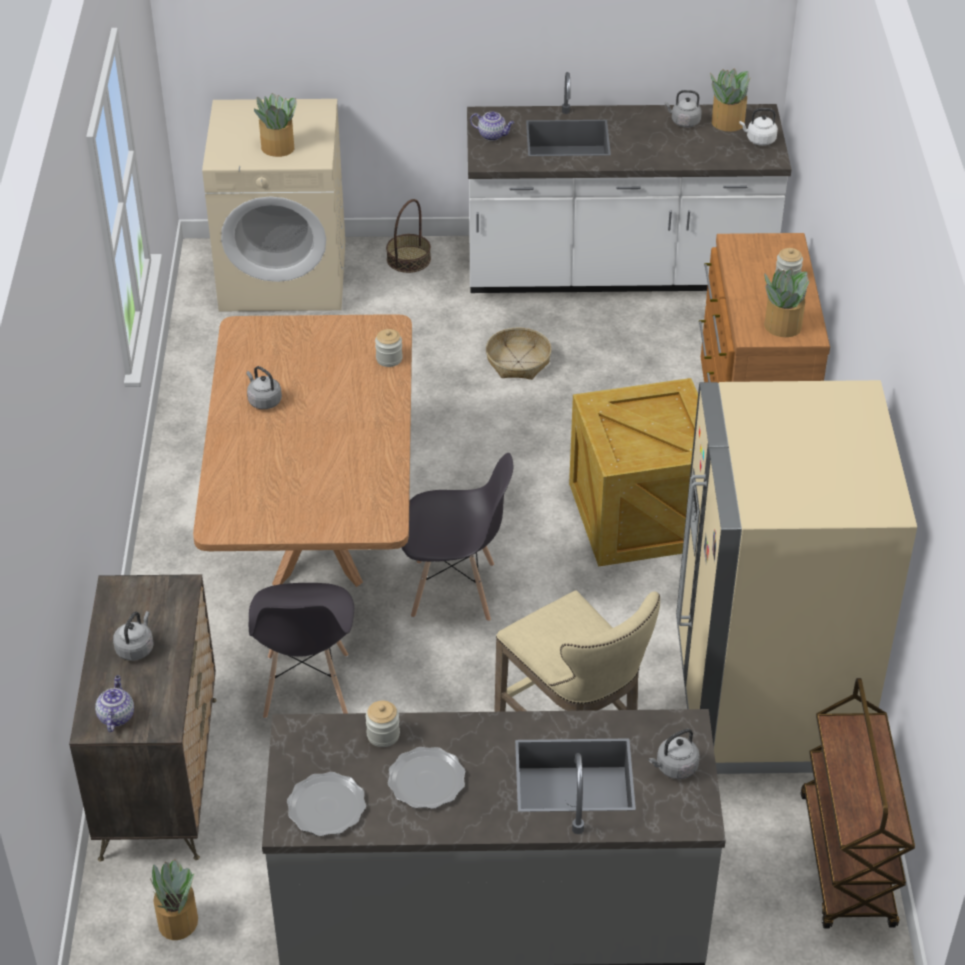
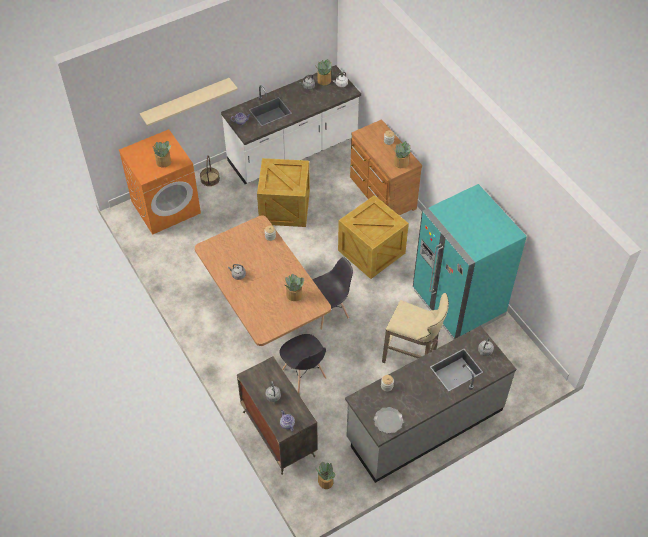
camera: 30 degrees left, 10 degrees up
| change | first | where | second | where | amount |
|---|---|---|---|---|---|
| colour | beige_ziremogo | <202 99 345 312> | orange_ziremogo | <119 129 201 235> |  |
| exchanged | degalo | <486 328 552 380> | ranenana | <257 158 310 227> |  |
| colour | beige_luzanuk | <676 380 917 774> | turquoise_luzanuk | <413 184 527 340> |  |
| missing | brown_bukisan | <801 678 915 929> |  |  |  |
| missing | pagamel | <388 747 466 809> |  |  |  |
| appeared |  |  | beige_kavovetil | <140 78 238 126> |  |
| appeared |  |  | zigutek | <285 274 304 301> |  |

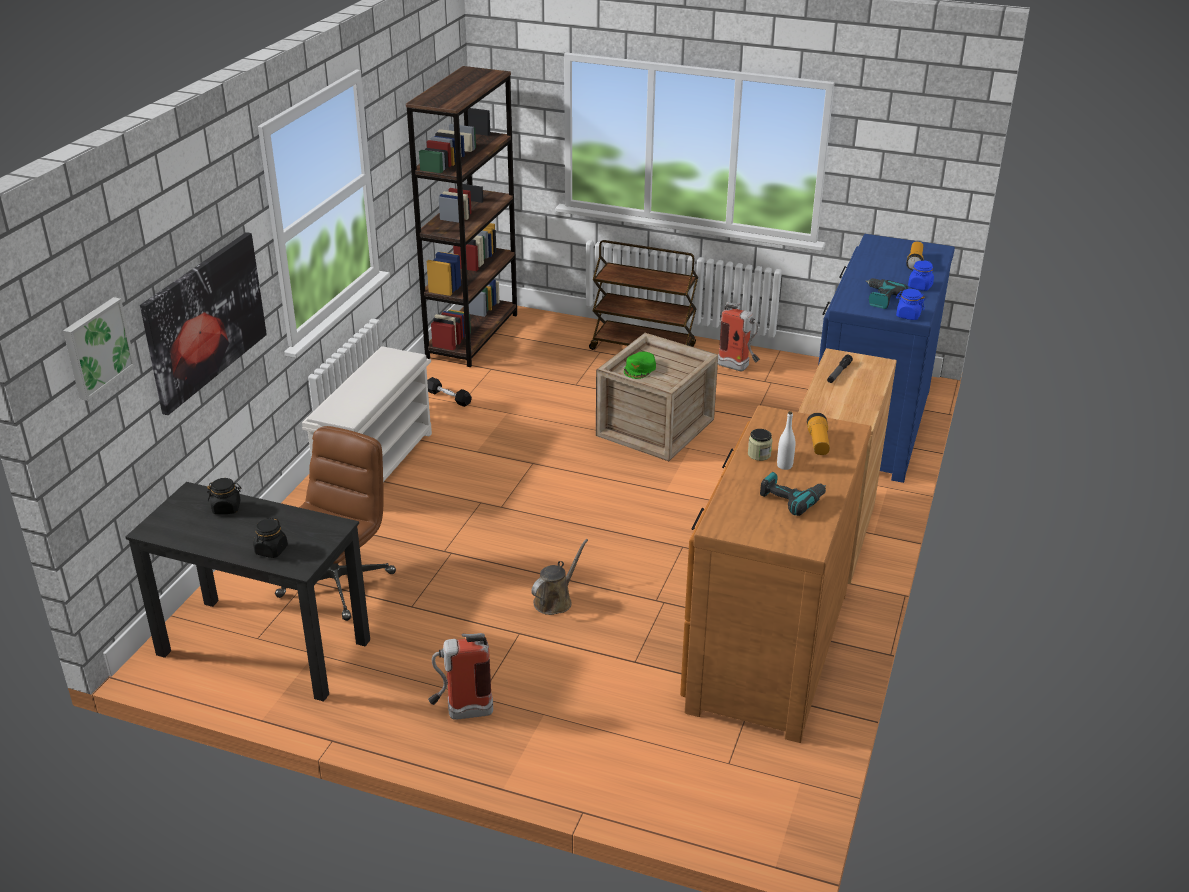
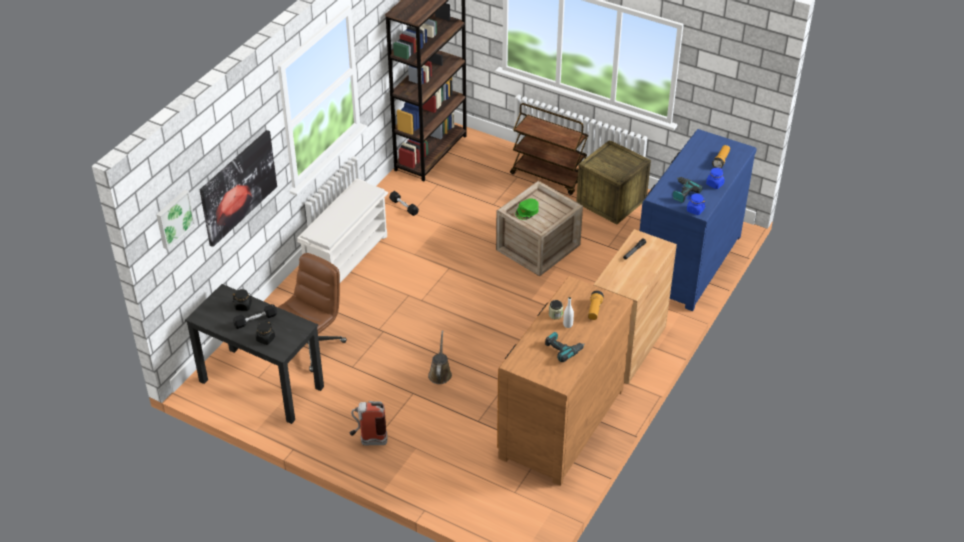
camera: 10 degrees right, 10 degrees up
| change | first | where | second | where | amount |
|---|---|---|---|---|---|
| exchanged | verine | <718 302 760 371> | ranenana | <576 141 651 224> |  |
| spun | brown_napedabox | <531 539 588 615> |  | <428 330 452 384> | 45 degrees counterclockwise |
| appeared |  |  | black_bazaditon | <233 304 277 329> |  |

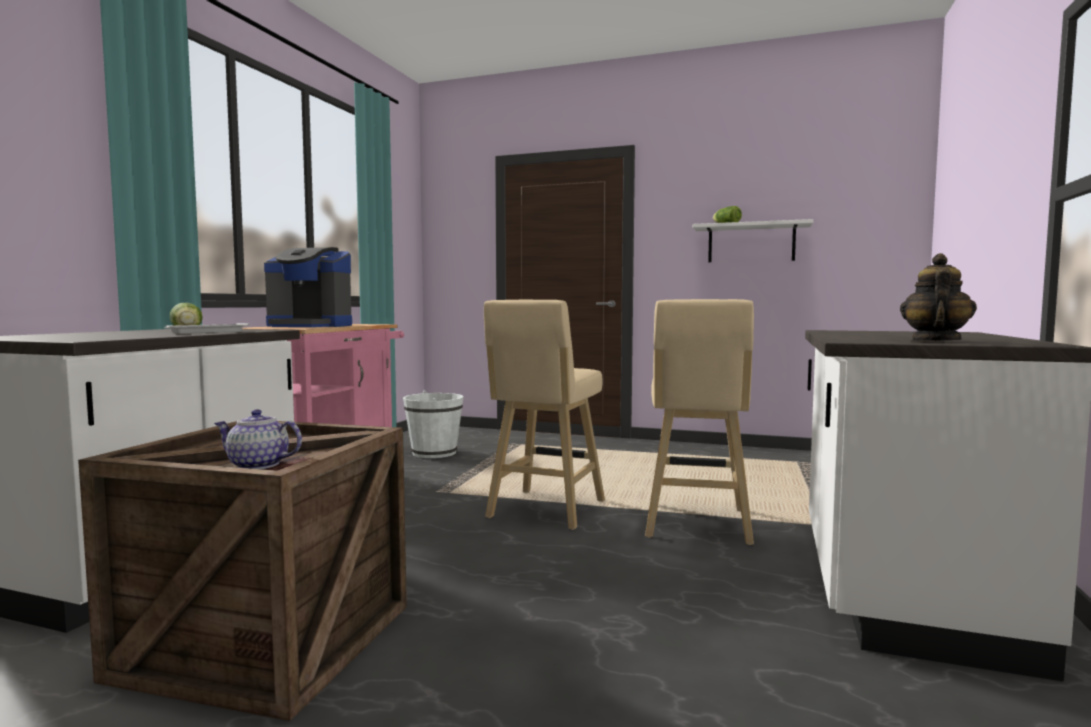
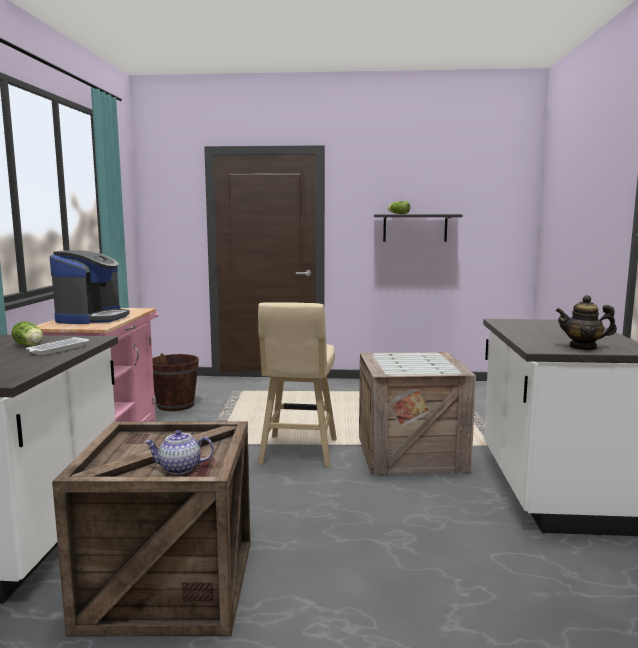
camera: 15 degrees left, 5 degrees up
| change | first | where | second | where | amount |
|---|---|---|---|---|---|
| colour | white_kavovetil | <692 219 813 262> | black_kavovetil | <374 214 463 242> |  |
| spun | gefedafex | <264 247 352 327> |  | <50 250 130 324> | 75 degrees counterclockwise |
| spun | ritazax | <900 253 977 341> |  | <556 295 617 350> | 90 degrees counterclockwise |
| exchanged | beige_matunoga | <645 299 754 545> | ranenana | <359 352 476 475> |  |
| colour | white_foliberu | <403 391 463 458> | brown_foliberu | <152 353 199 411> |  |

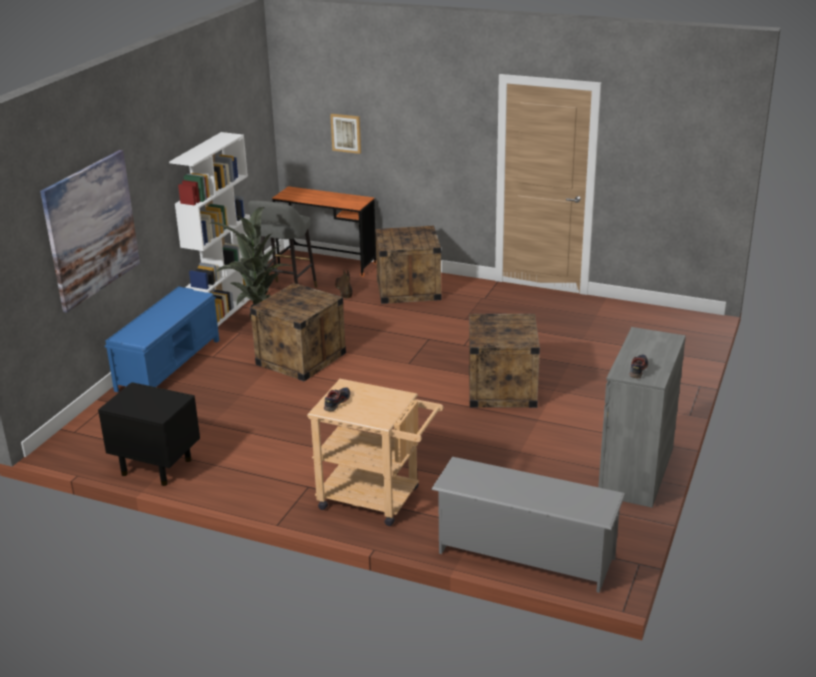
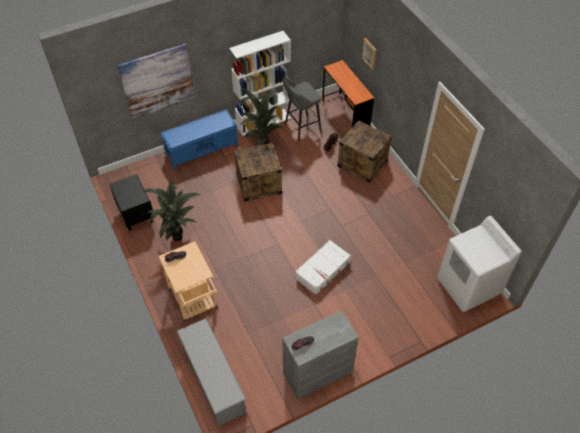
camera: 40 degrees right, 25 degrees up
| change | first | where | second | where | amount |
|---|---|---|---|---|---|
| exchanged | ranenana | <469 314 540 408> | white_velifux | <295 240 351 295> |  |
| appeared |  |  | zigutek | <144 179 201 241> |  |
| appeared |  |  | white_ziremogo | <437 216 522 312> |  |

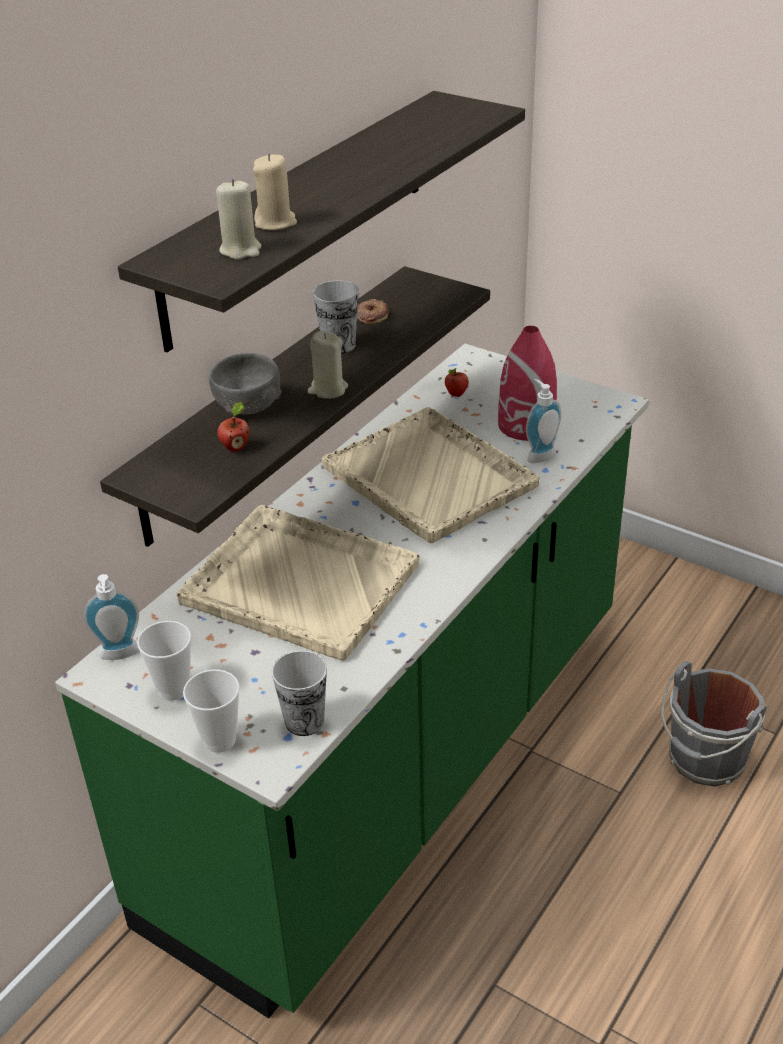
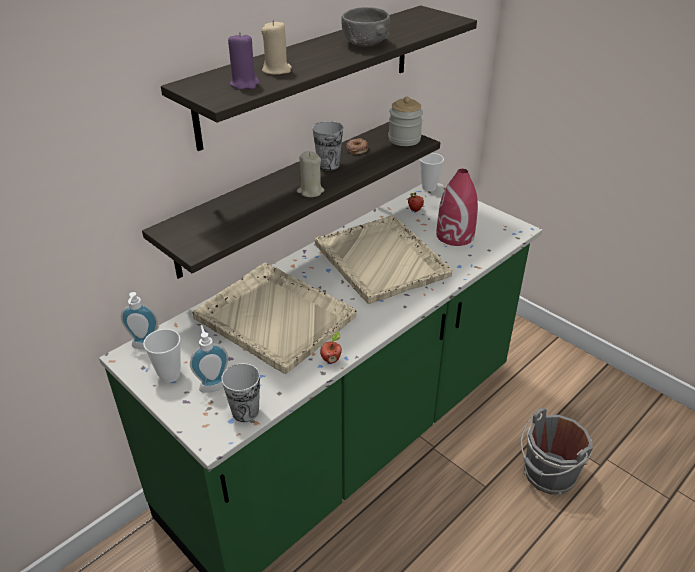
camera: 10 degrees right, 0 degrees up
| change | first | where | second | where | amount |
|---|---|---|---|---|---|
| colour | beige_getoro | <216 179 261 260> | purple_getoro | <228 32 259 90> |  |
| relocated | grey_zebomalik | <209 353 282 415> |  | <341 7 390 47> |  |
| relocated | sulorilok | <526 379 561 463> |  | <190 325 228 393> |  |
| relocated | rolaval | <217 402 249 452> |  | <320 332 342 364> |  |
| relocated | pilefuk | <183 669 240 753> |  | <419 153 444 191> |  |
| appeared |  |  | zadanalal | <388 97 423 146> |  |

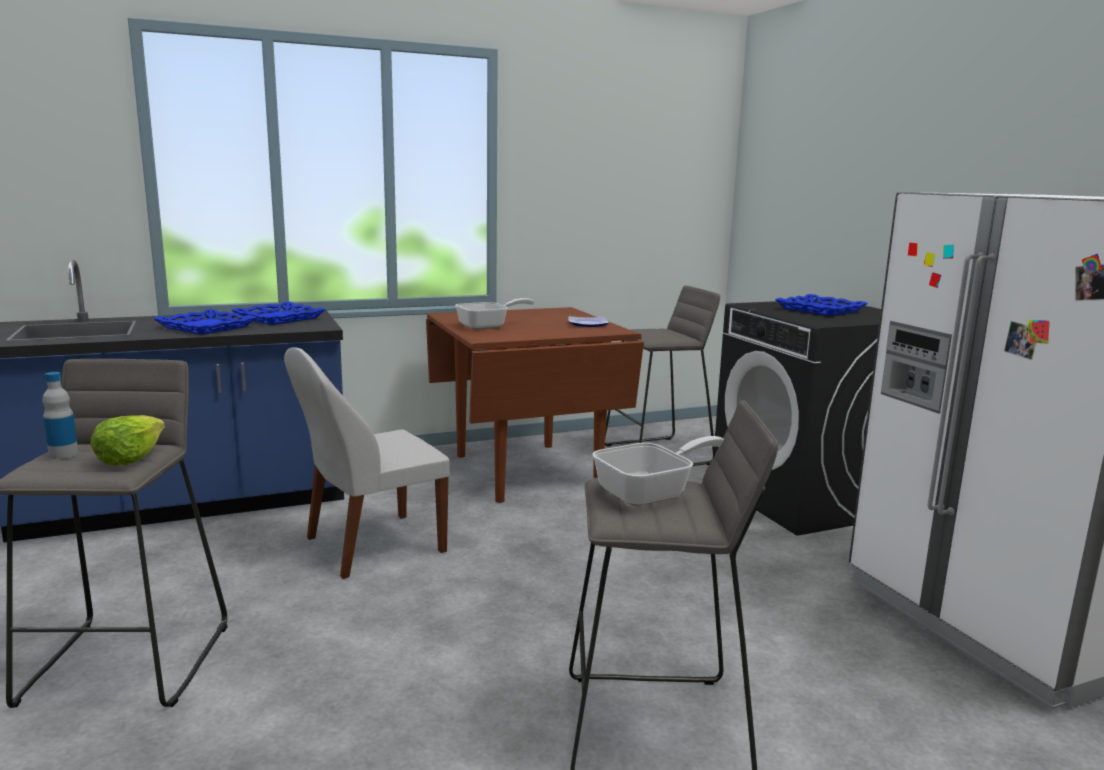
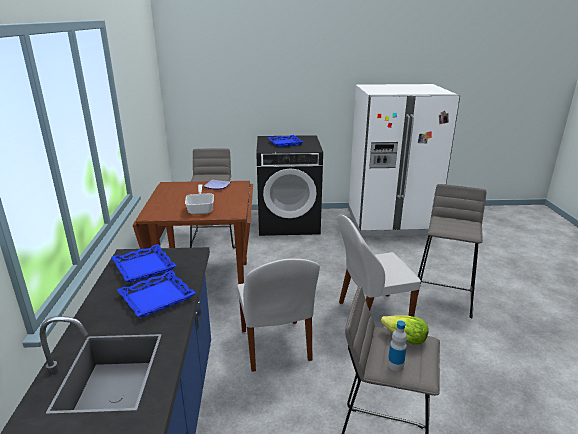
camera: 70 degrees left, 10 degrees up
| change | first | where | second | where | amount |
|---|---|---|---|---|---|
| missing | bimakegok | <592 436 724 506> |  |  |  |
| appeared |  |  | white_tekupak | <338 215 421 317> |  |

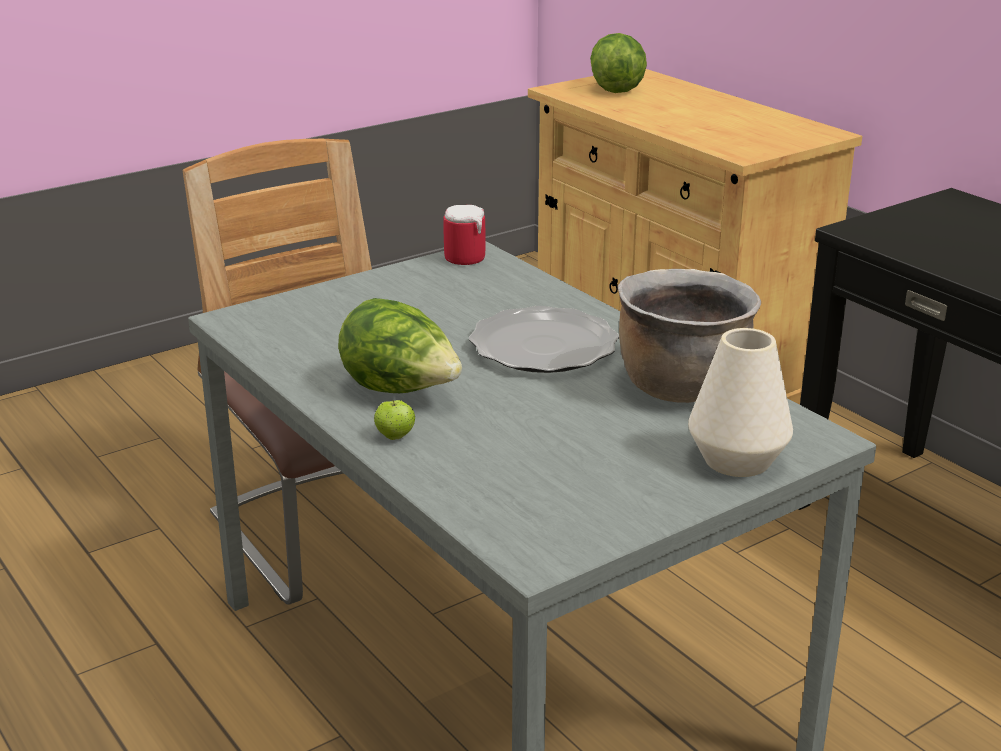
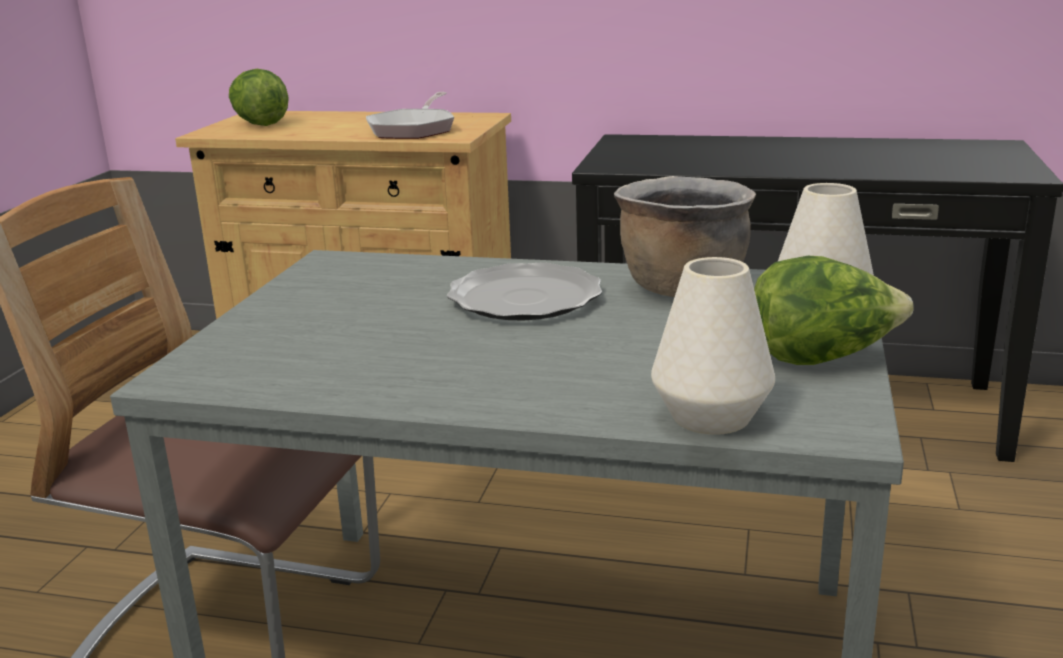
camera: 40 degrees left, 5 degrees down
| change | first | where | second | where | amount |
|---|---|---|---|---|---|
| missing | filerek | <443 205 485 265> |  |  |  |
| relocated | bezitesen | <338 298 462 393> |  | <754 256 914 365> |  |
| missing | rolaval | <374 400 415 440> |  |  |  |
| appeared |  |  | bimakegok | <366 92 454 139> |  |
| appeared |  |  | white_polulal | <651 257 775 435> |  |

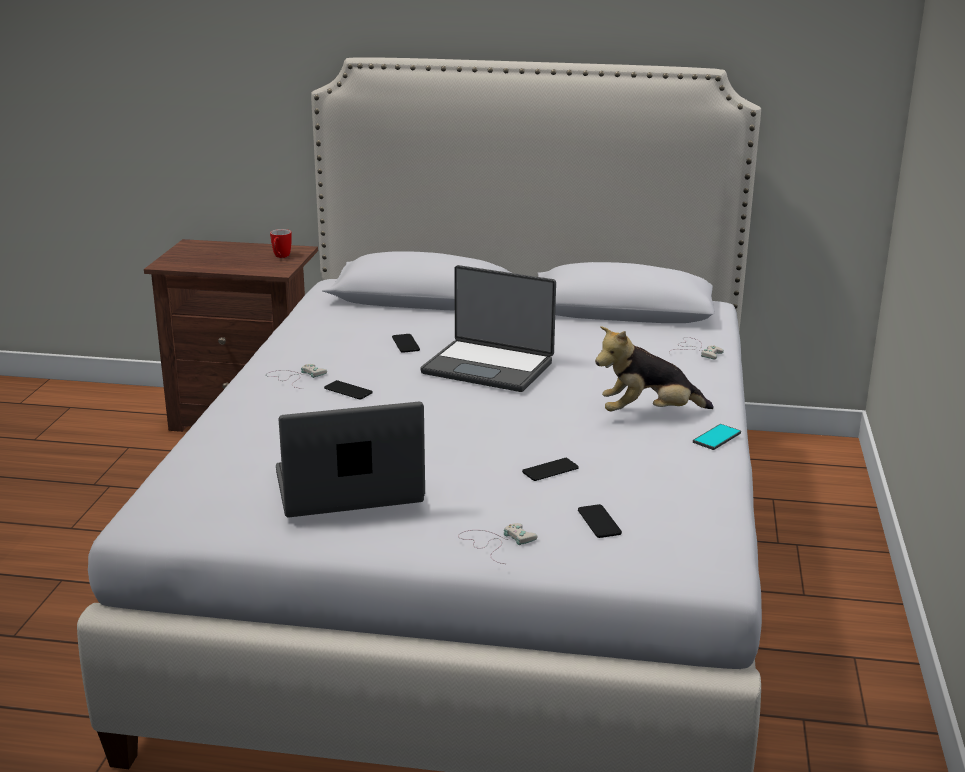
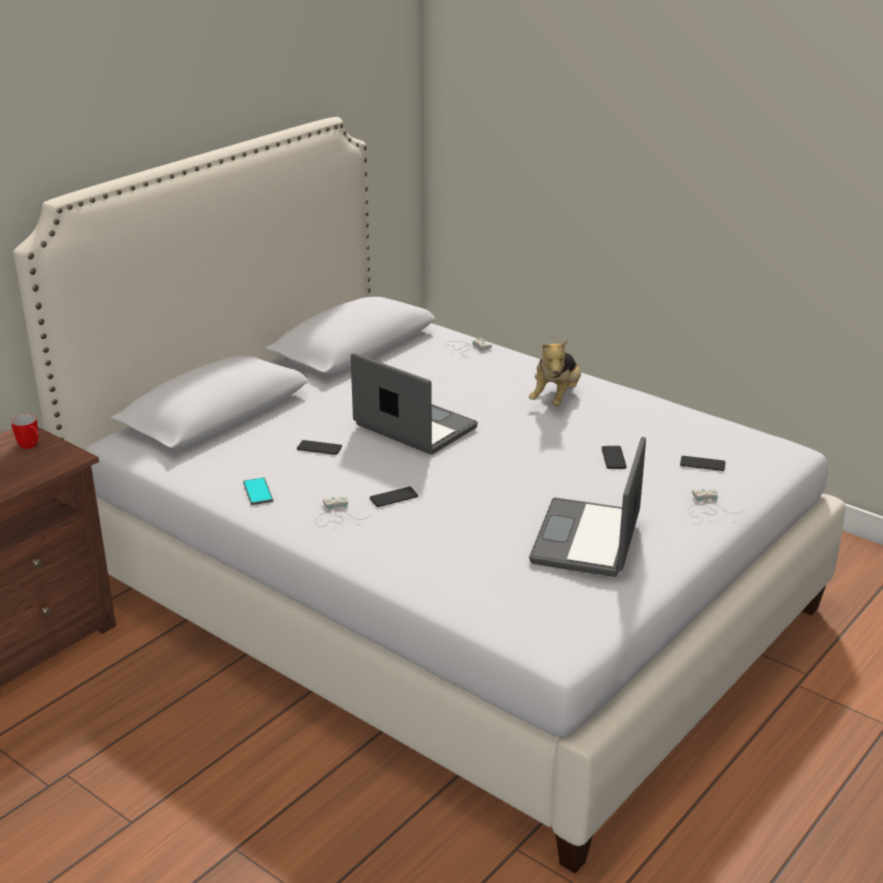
camera: 60 degrees left, 5 degrees up
| change | first | where | second | where | amount |
|---|---|---|---|---|---|
| spun | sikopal | <420 265 556 392> |  | <351 353 478 455> | 105 degrees counterclockwise |
| relocated | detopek | <693 424 741 450> |  | <243 478 273 505> |  |

